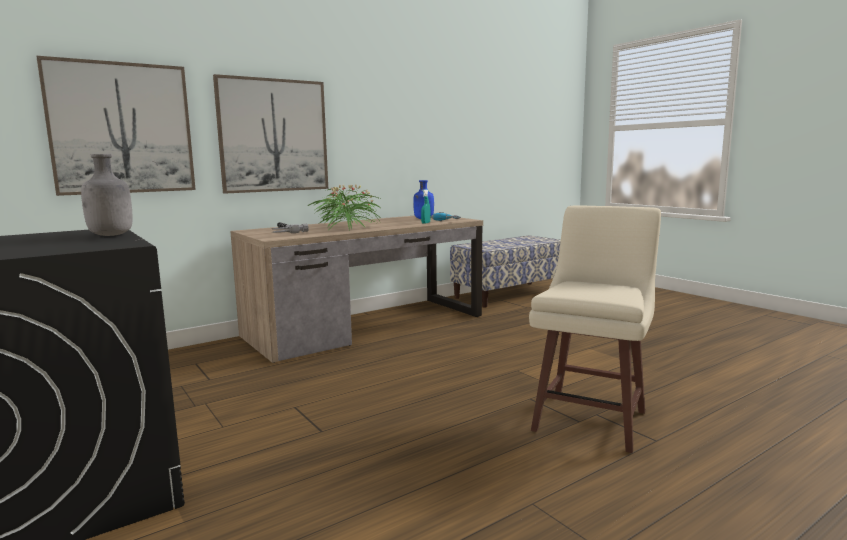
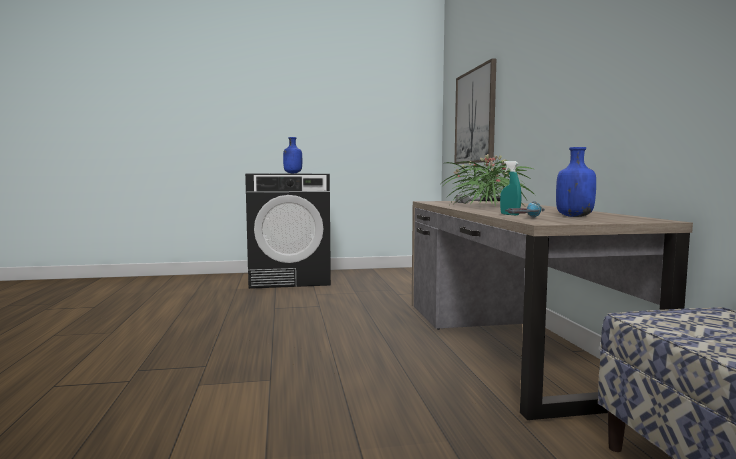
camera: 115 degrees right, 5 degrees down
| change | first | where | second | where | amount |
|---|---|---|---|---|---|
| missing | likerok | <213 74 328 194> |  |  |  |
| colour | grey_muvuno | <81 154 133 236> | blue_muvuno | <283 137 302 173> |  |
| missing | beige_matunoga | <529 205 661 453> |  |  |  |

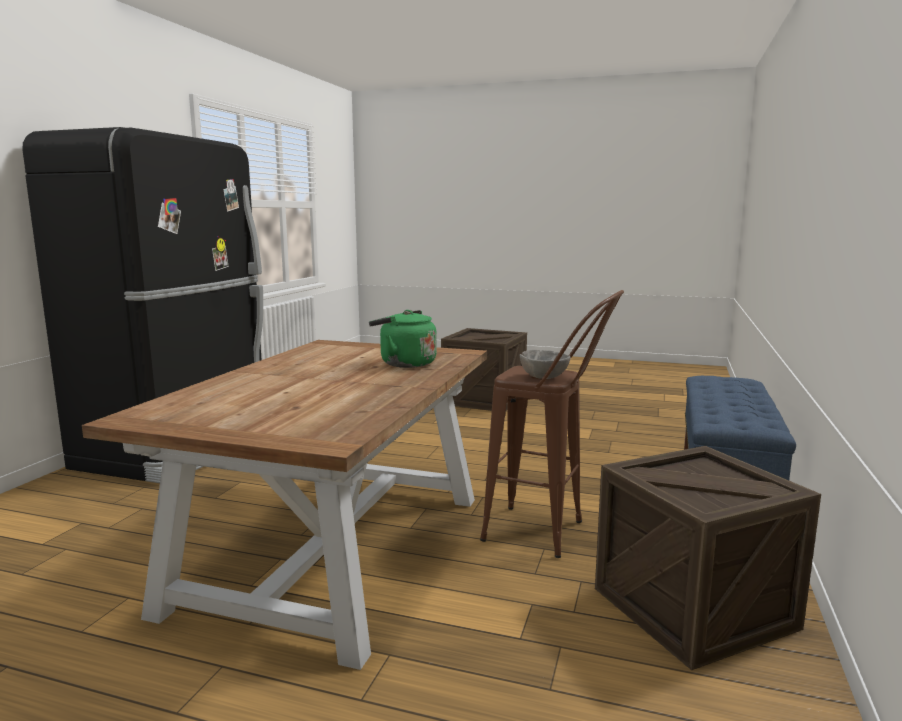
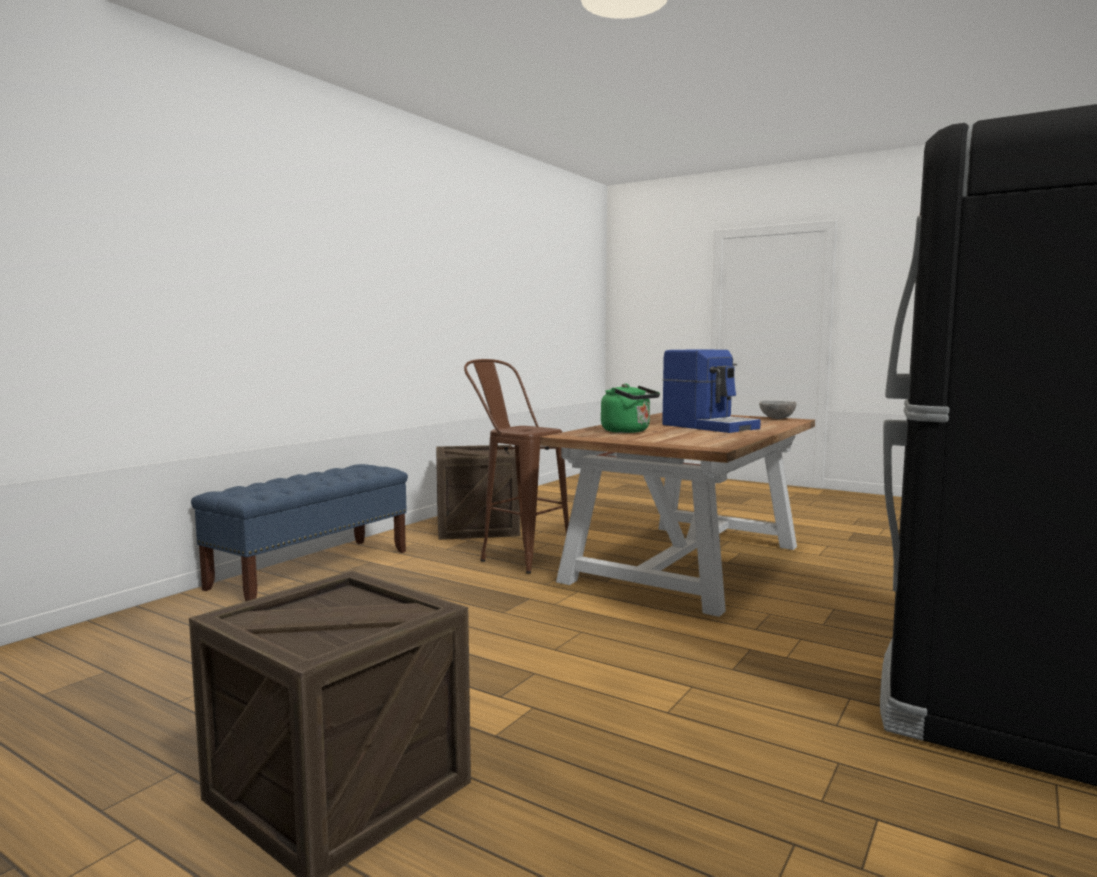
camera: 165 degrees left, 5 degrees down
| change | first | where | second | where | amount |
|---|---|---|---|---|---|
| relocated | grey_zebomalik | <520 350 571 379> |  | <759 401 797 419> |  |
| appeared |  |  | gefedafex | <662 349 761 433> |  |

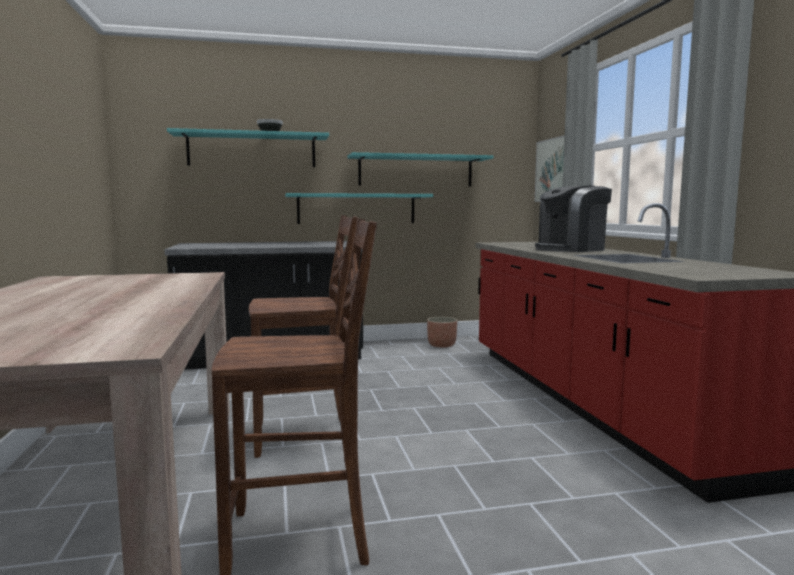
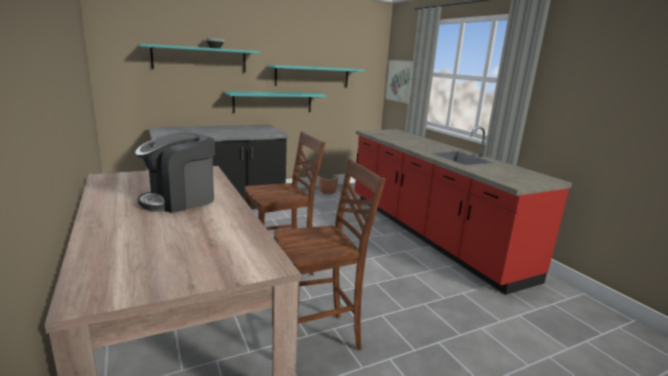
camera: 15 degrees left, 10 degrees up
| change | first | where | second | where | amount |
|---|---|---|---|---|---|
| relocated | gefedafex | <535 186 612 252> |  | <135 133 215 213> |  |

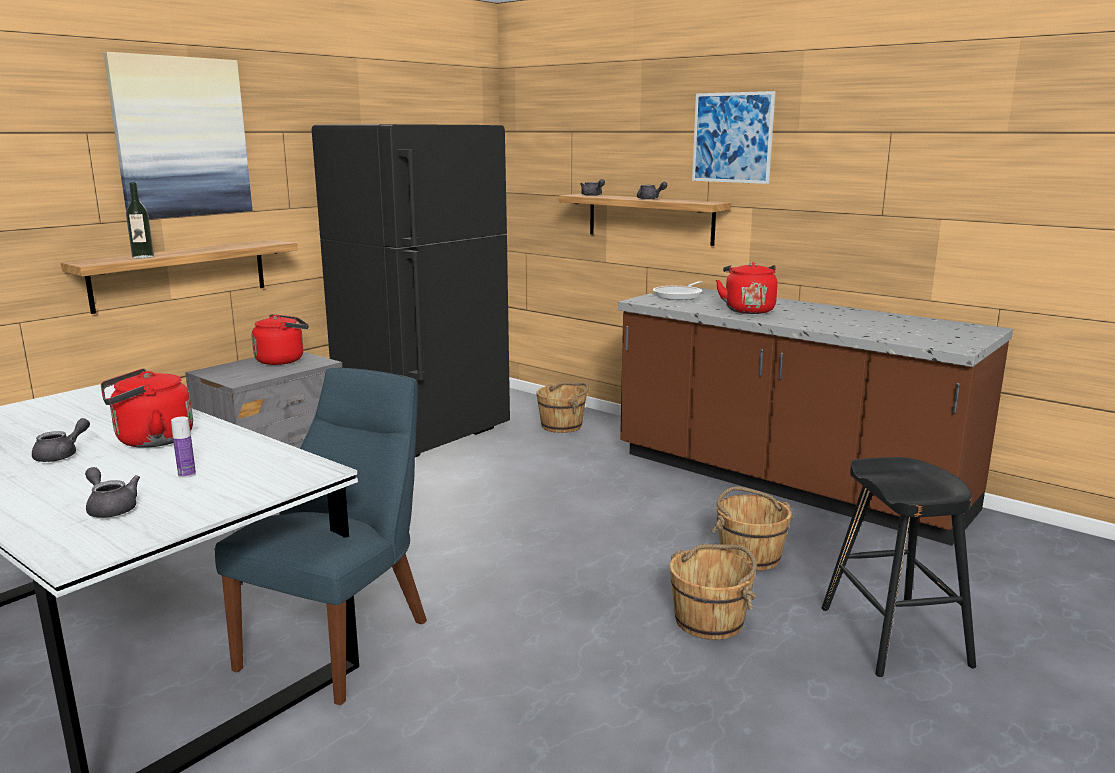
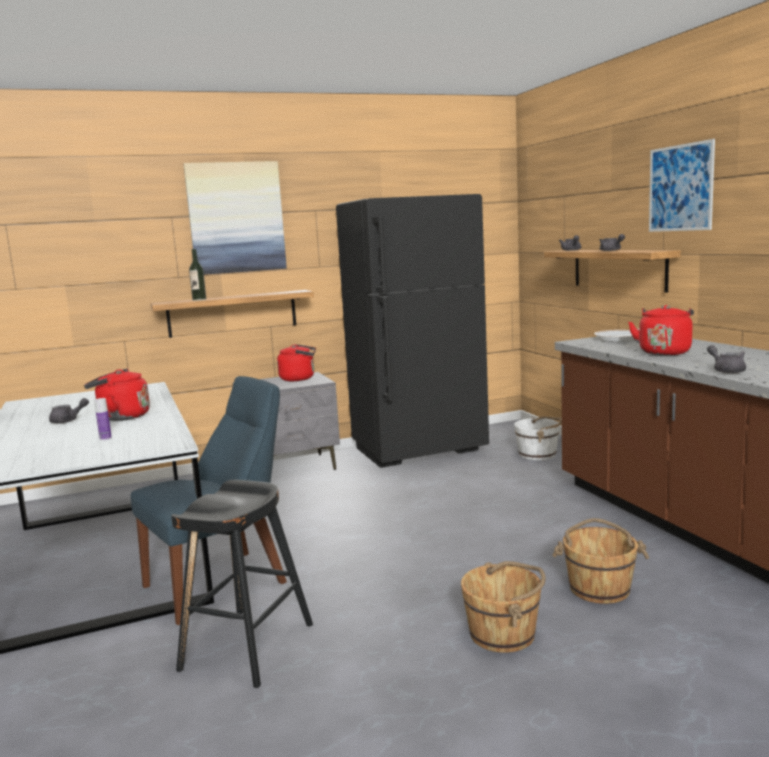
camera: 30 degrees right, 5 degrees down
| change | first | where | second | where | amount |
|---|---|---|---|---|---|
| colour | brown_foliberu | <536 382 589 433> | white_foliberu | <514 416 562 460> |  |
| relocated | black_matunoga | <822 457 976 677> |  | <171 480 313 688> |  |
| relocated | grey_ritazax | <85 467 140 518> |  | <707 345 746 373> |  |

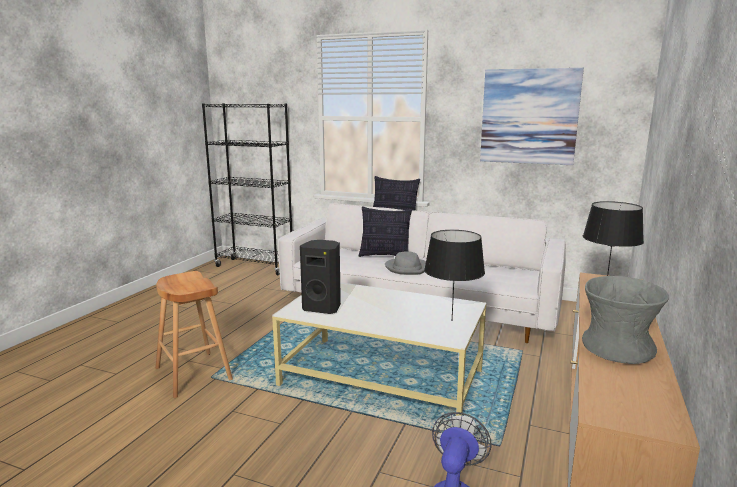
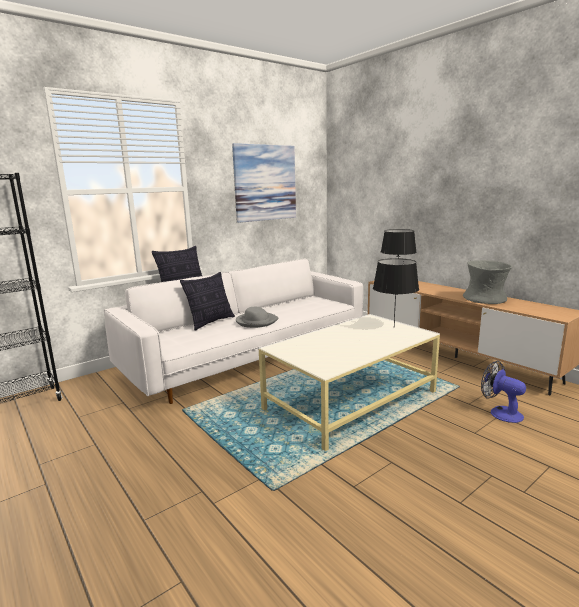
camera: 60 degrees left, 0 degrees up
| change | first | where | second | where | amount |
|---|---|---|---|---|---|
| missing | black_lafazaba | <300 240 341 314> |  |  |  |
| missing | brown_matunoga | <156 271 233 398> |  |  |  |

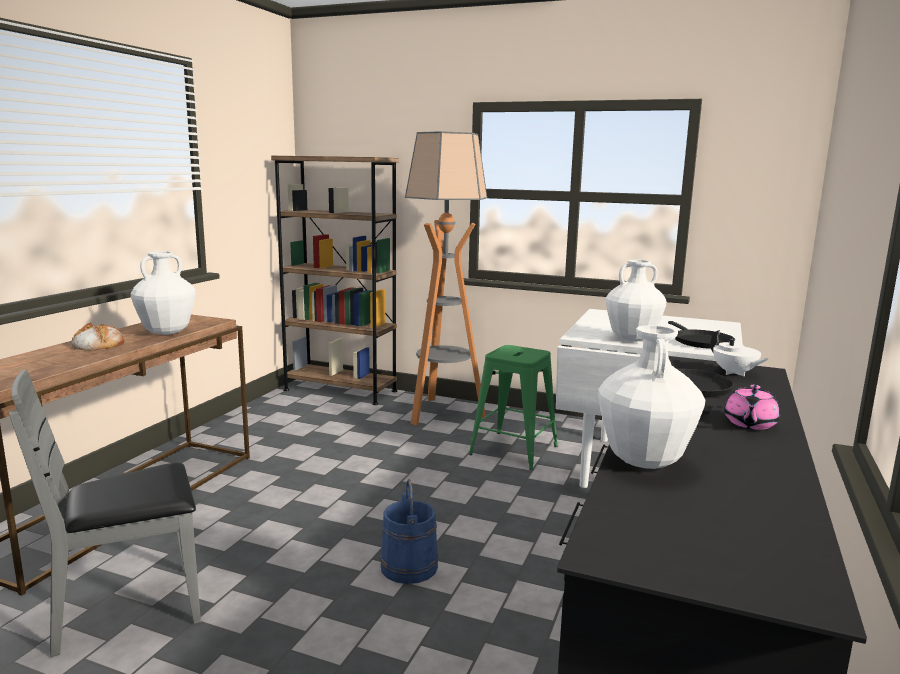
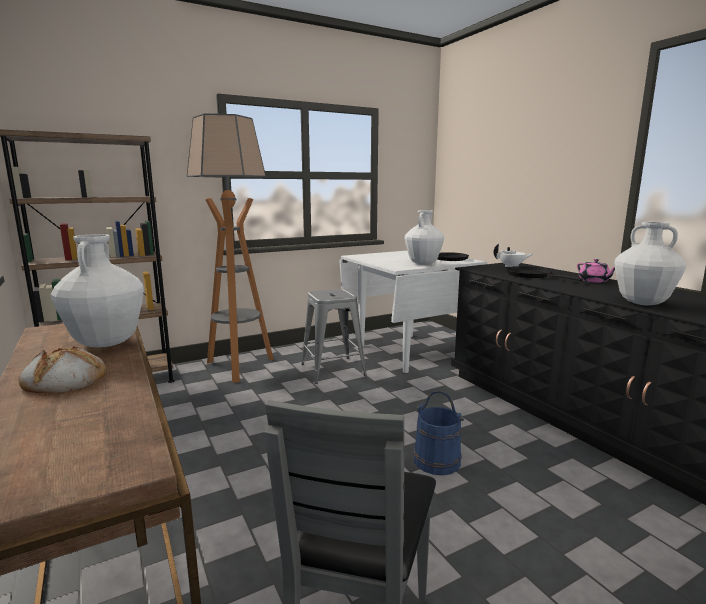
camera: 50 degrees left, 0 degrees up
| change | first | where | second | where | amount |
|---|---|---|---|---|---|
| colour | green_matunoga | <469 345 558 470> | grey_matunoga | <301 289 367 384> |  |

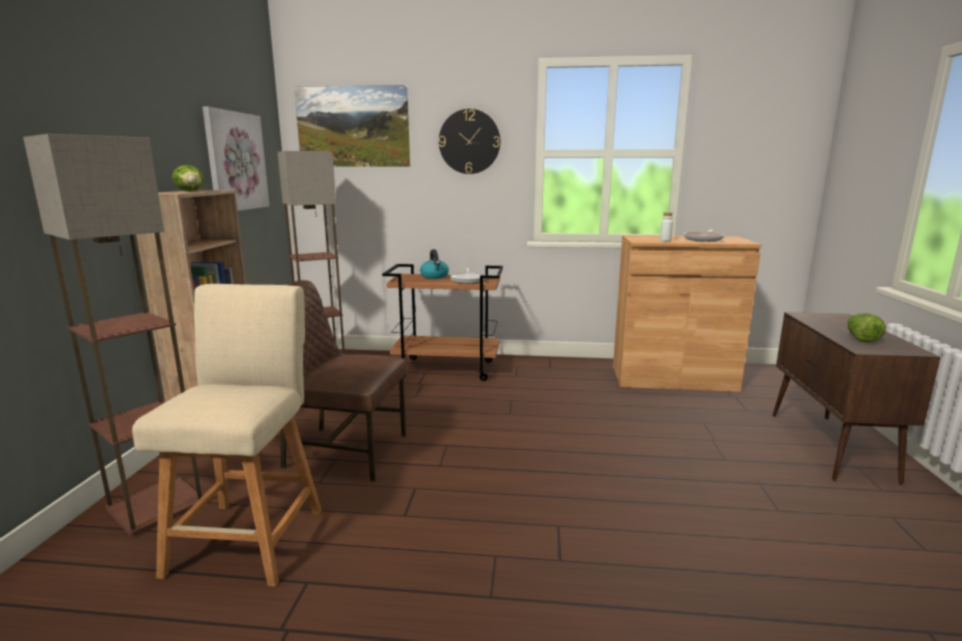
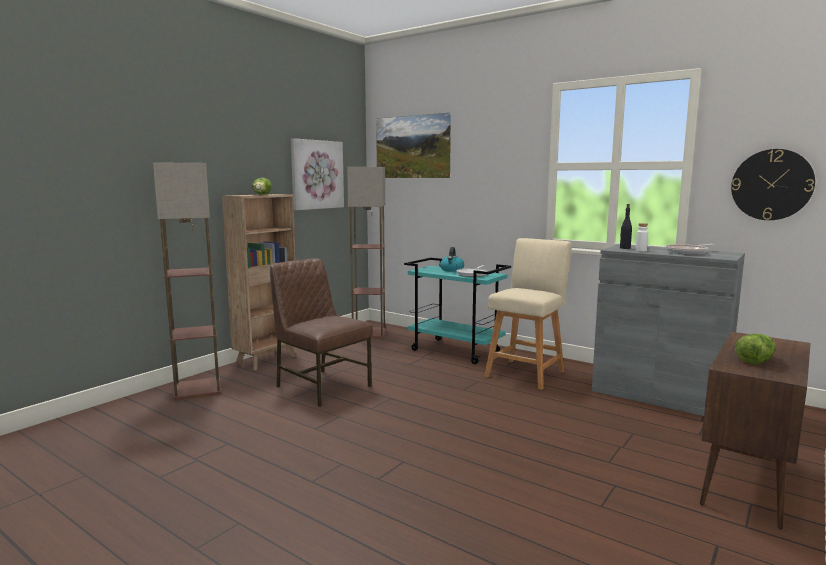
camera: 30 degrees right, 5 degrees down
| change | first | where | second | where | amount |
|---|---|---|---|---|---|
| relocated | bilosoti | <439 109 500 174> |  | <731 149 815 220> |  |
| colour | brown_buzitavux | <613 235 762 392> | grey_buzitavux | <592 244 745 416> |  |
| colour | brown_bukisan | <382 264 503 381> | turquoise_bukisan | <404 258 511 364> |  |
| relocated | beige_matunoga | <132 284 322 587> |  | <484 238 572 390> |  |
| appeared |  |  | black_muvuno | <620 204 632 249> |  |

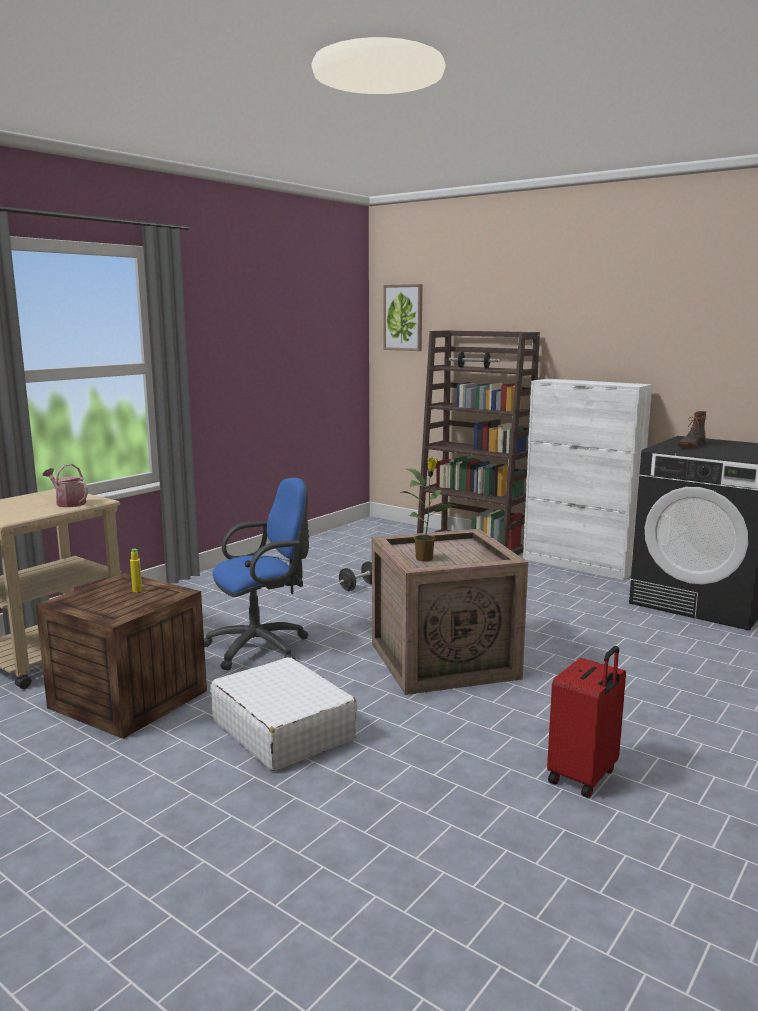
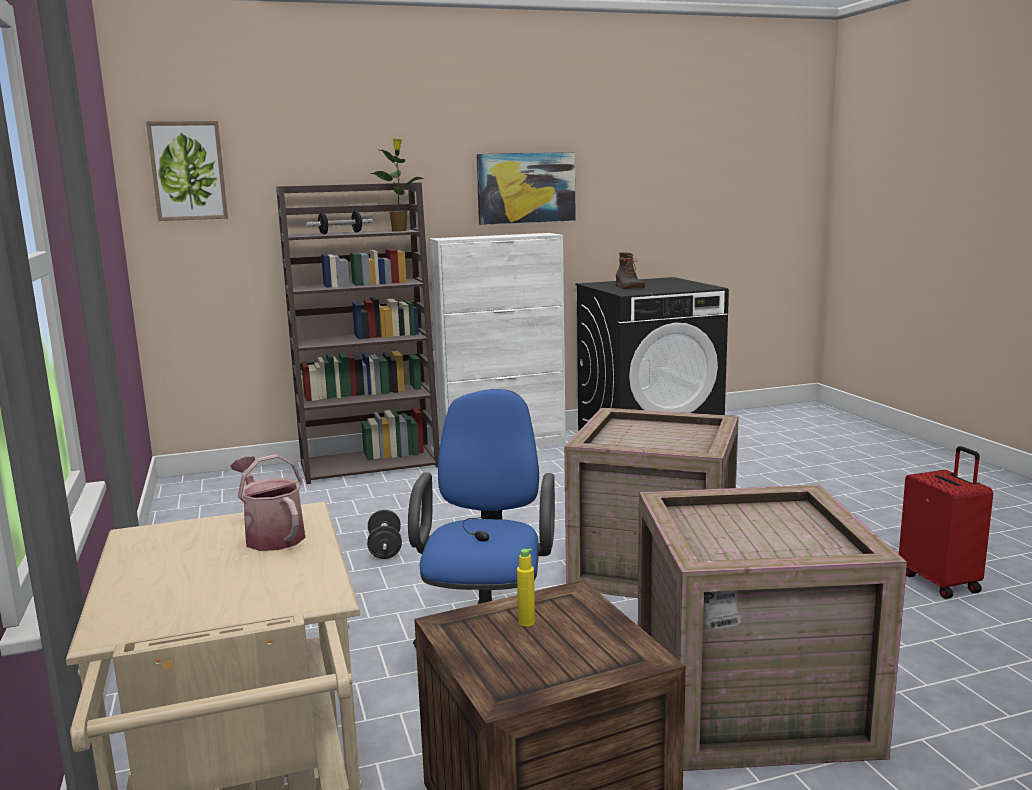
camera: 55 degrees left, 0 degrees up
| change | first | where | second | where | amount |
|---|---|---|---|---|---|
| relocated | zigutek | <401 458 459 562> |  | <370 138 425 232> |  |
| spun | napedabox | <43 464 88 507> |  | <231 454 305 551> | 75 degrees clockwise |
| exchanged | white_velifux | <210 657 357 771> | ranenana | <638 485 907 771> |  |
| appeared |  |  | likerok | <476 152 576 225> |  |

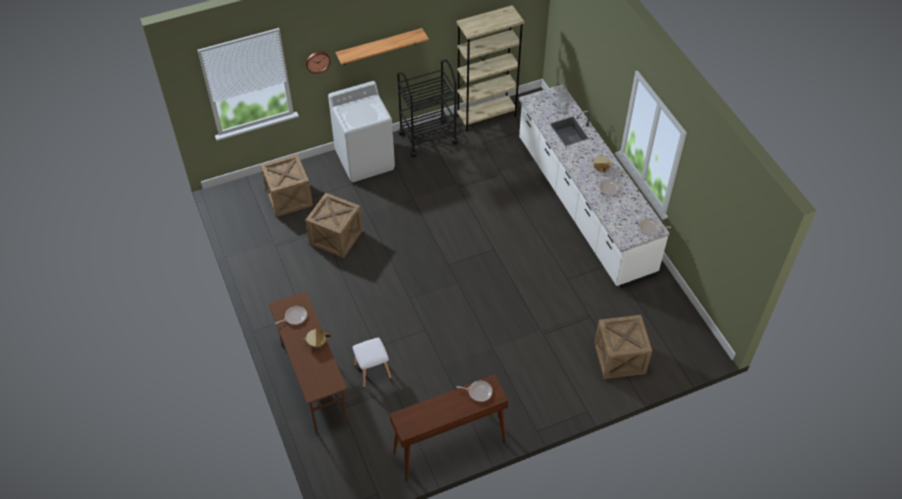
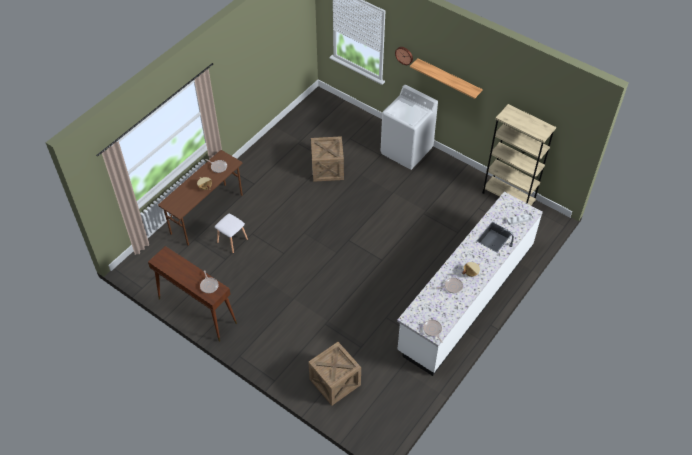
camera: 60 degrees right, 0 degrees up
| change | first | where | second | where | amount |
|---|---|---|---|---|---|
| missing | black_bukisan | <397 59 458 158> |  |  |  |
| missing | ranenana | <261 154 313 217> |  |  |  |

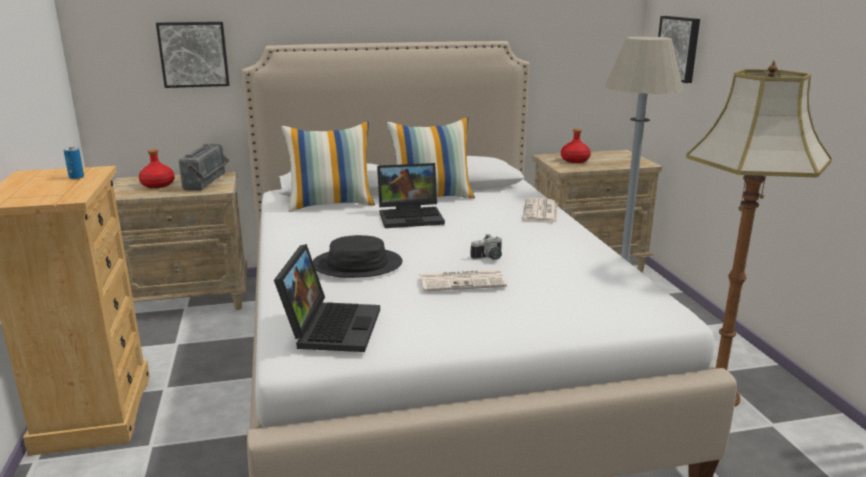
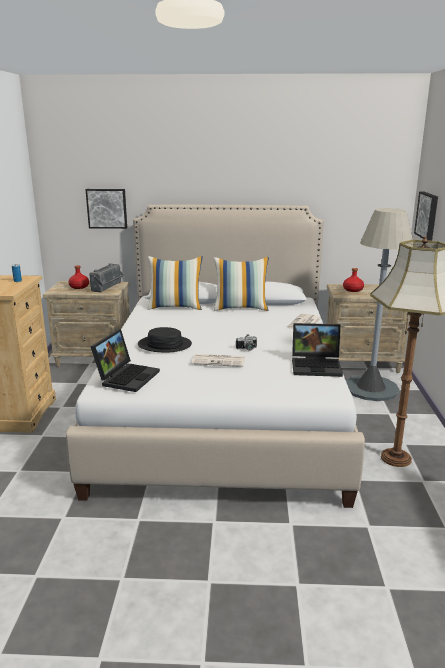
camera: 15 degrees right, 0 degrees up
| change | first | where | second | where | amount |
|---|---|---|---|---|---|
| relocated | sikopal | <377 163 445 228> |  | <292 323 343 377> |  |

